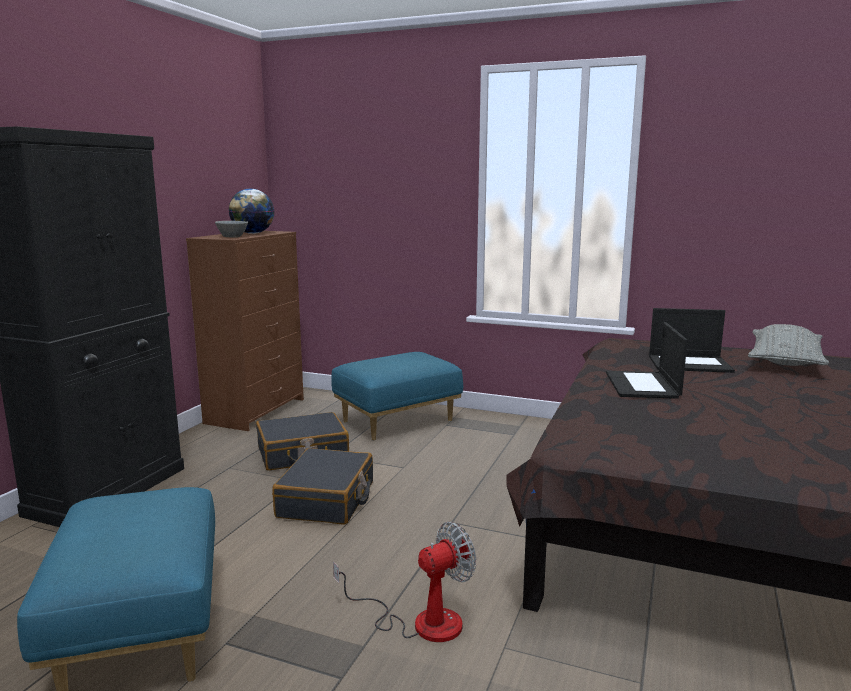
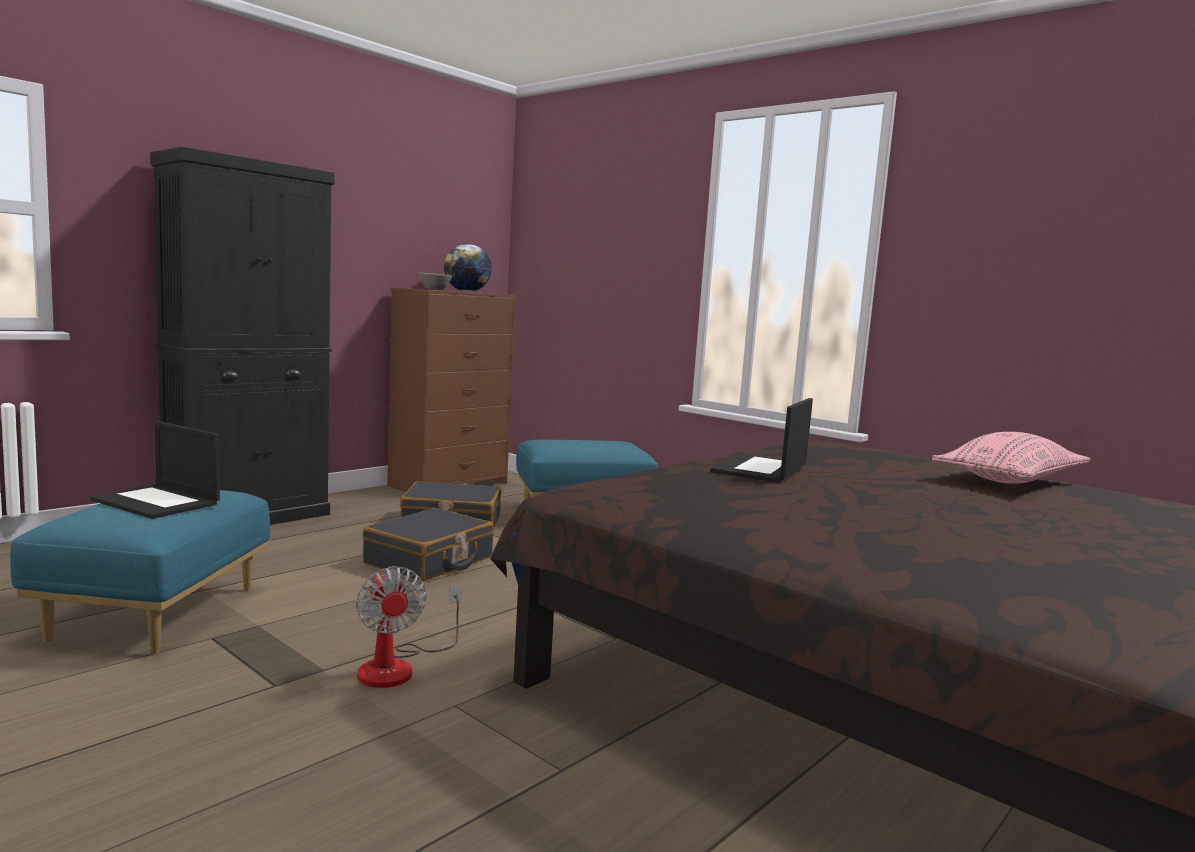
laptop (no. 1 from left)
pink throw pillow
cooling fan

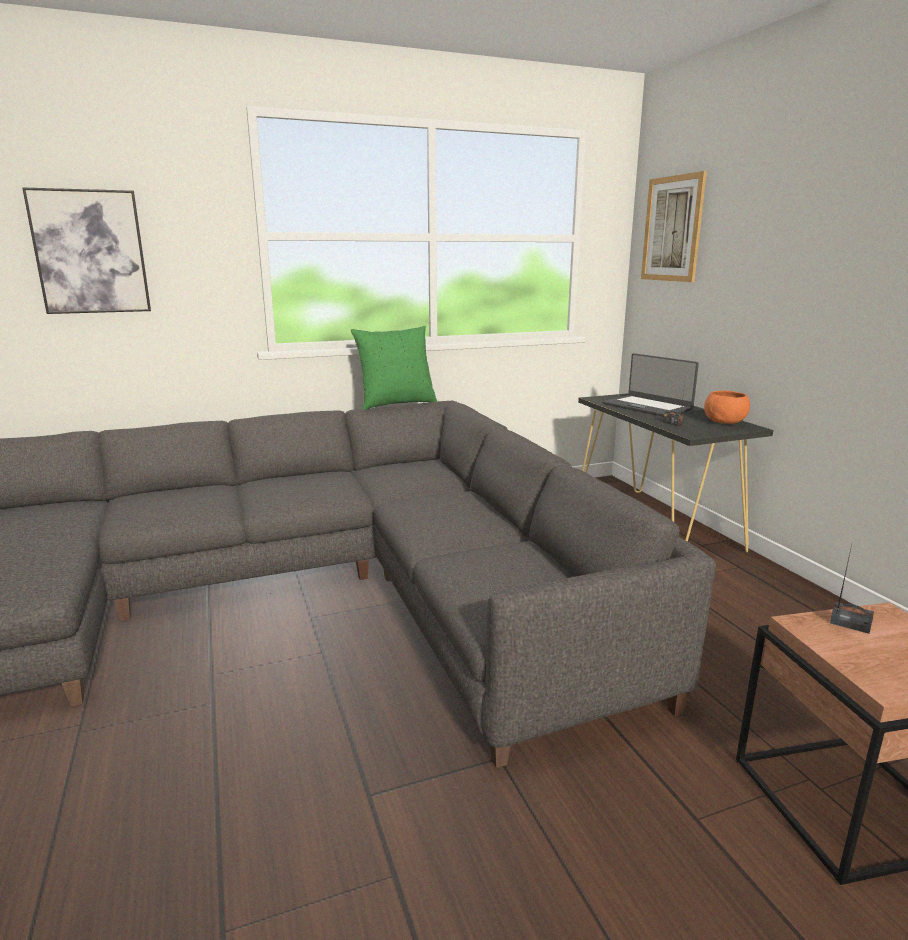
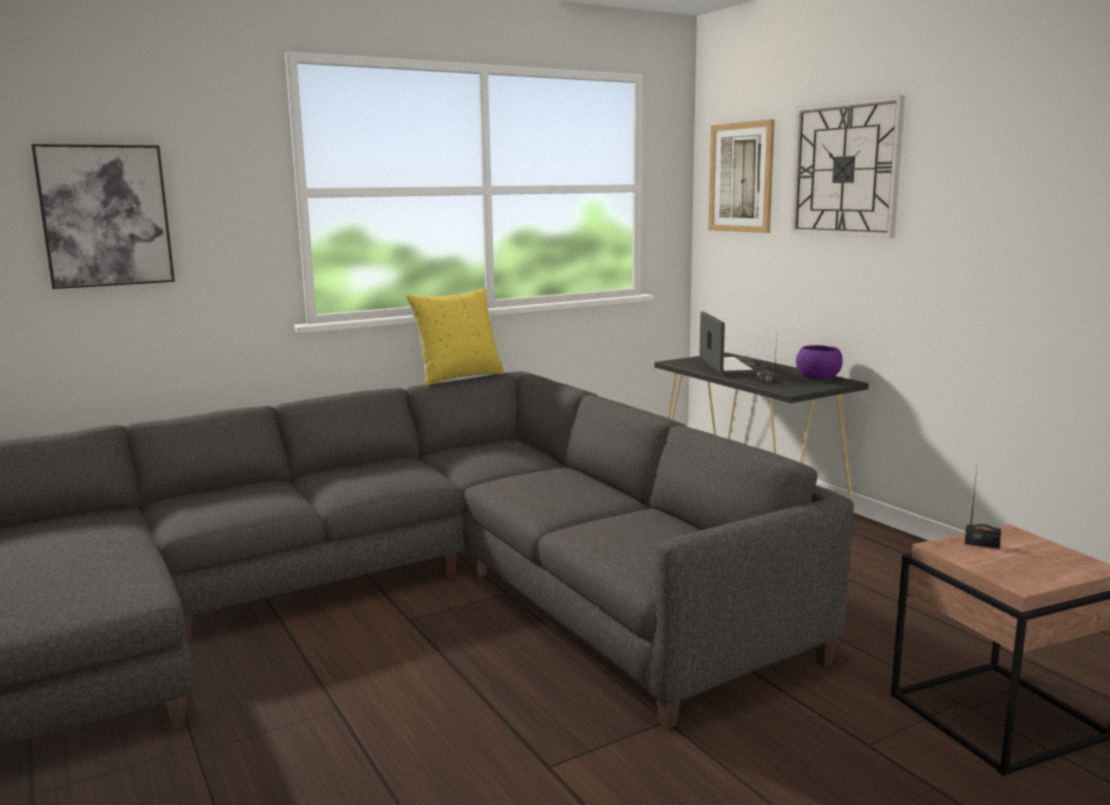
wall clock
yellow-coloured throw pillow
purple-coloured serving bowl
laptop

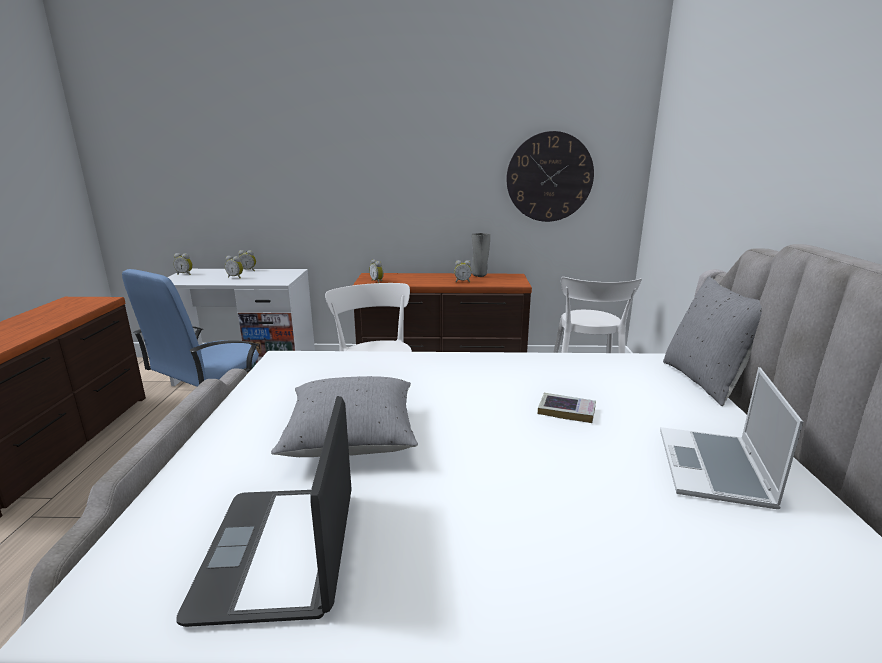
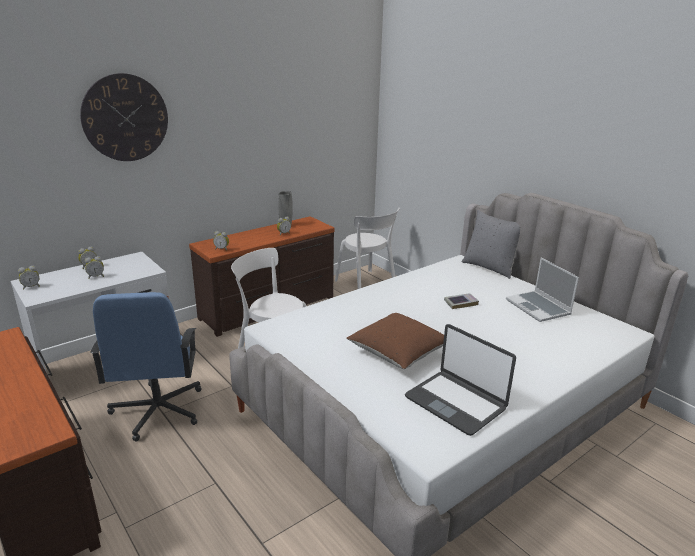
wall clock
brown-coloured throw pillow

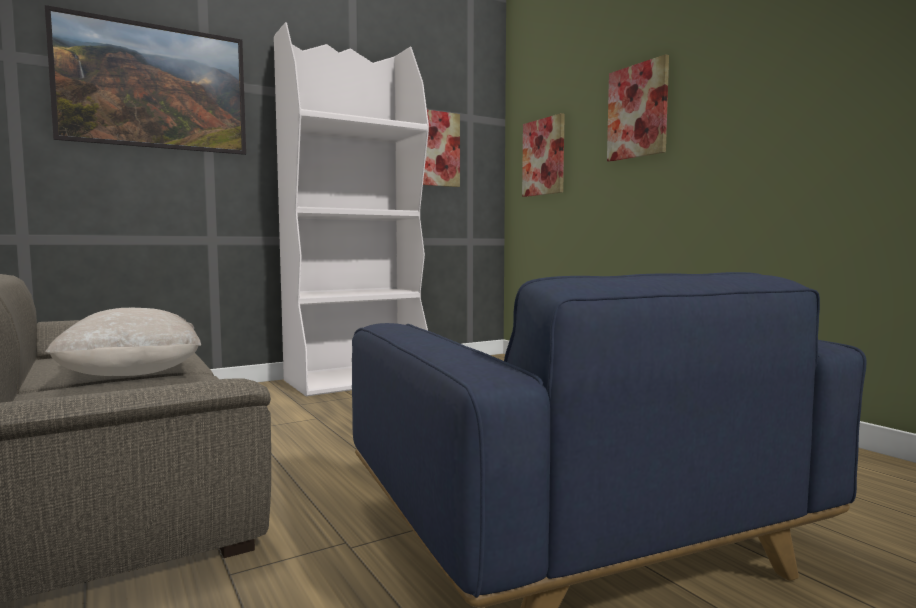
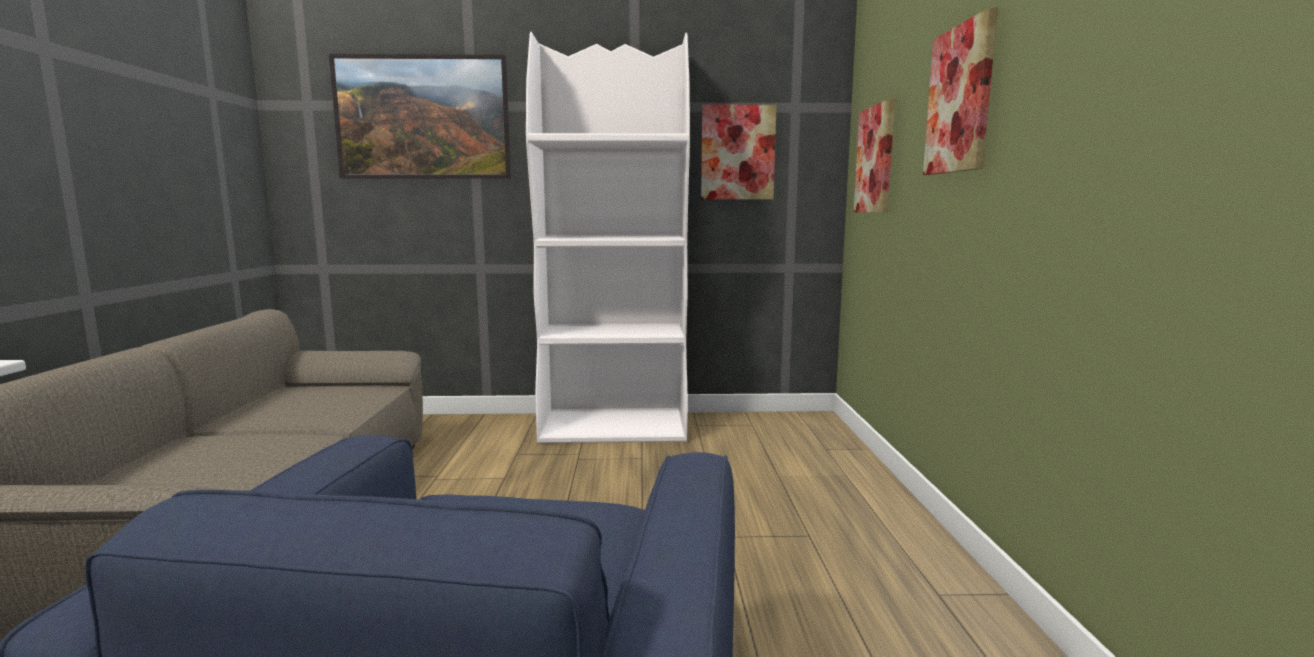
beige-coloured throw pillow

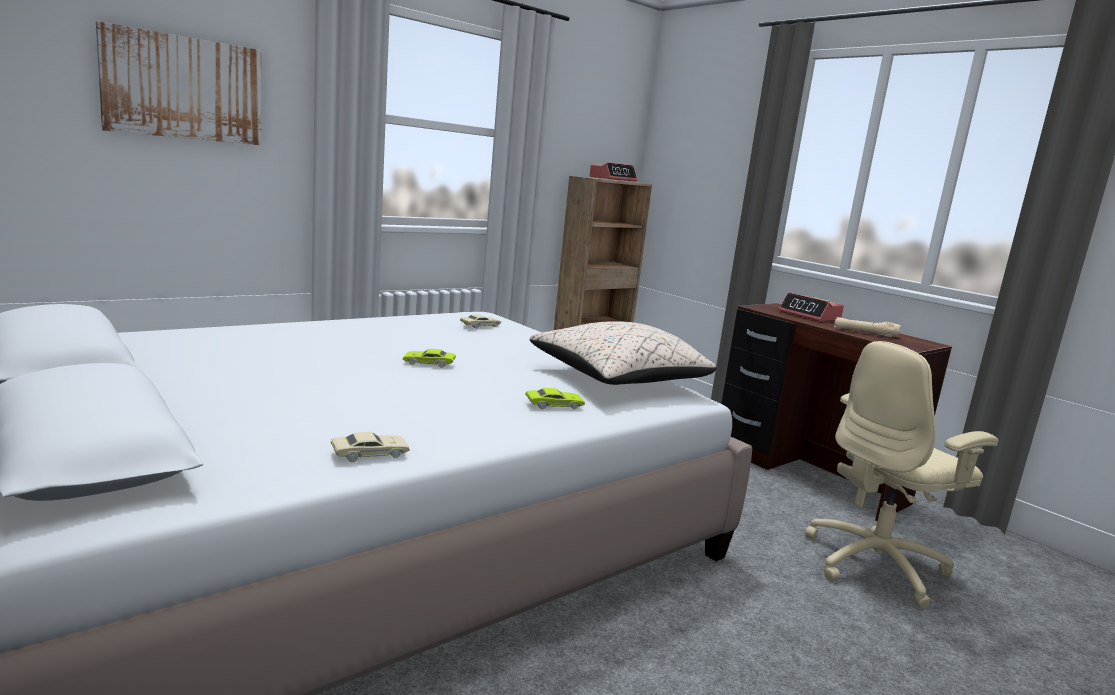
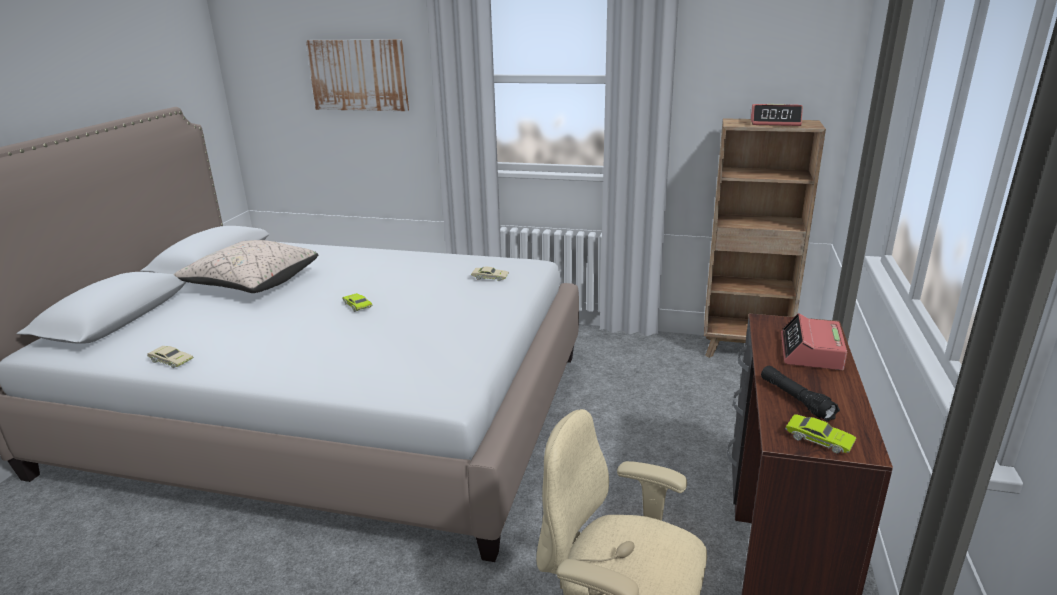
greenish toy car (no. 2 from left)
beige-coloured throw pillow
black-coloured flashlight

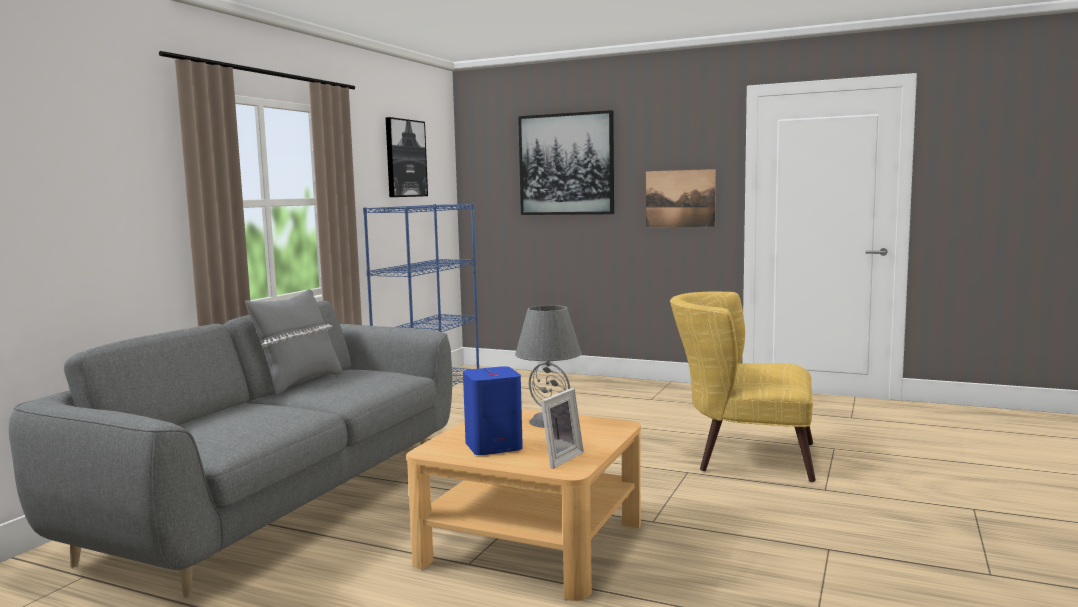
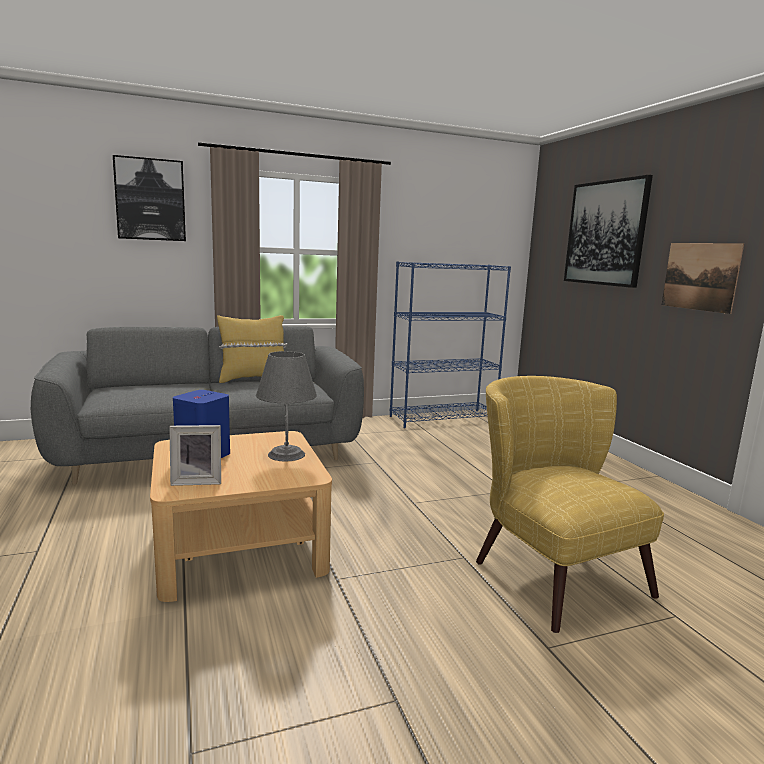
wall picture (no. 1 from left)
yellow-coloured throw pillow

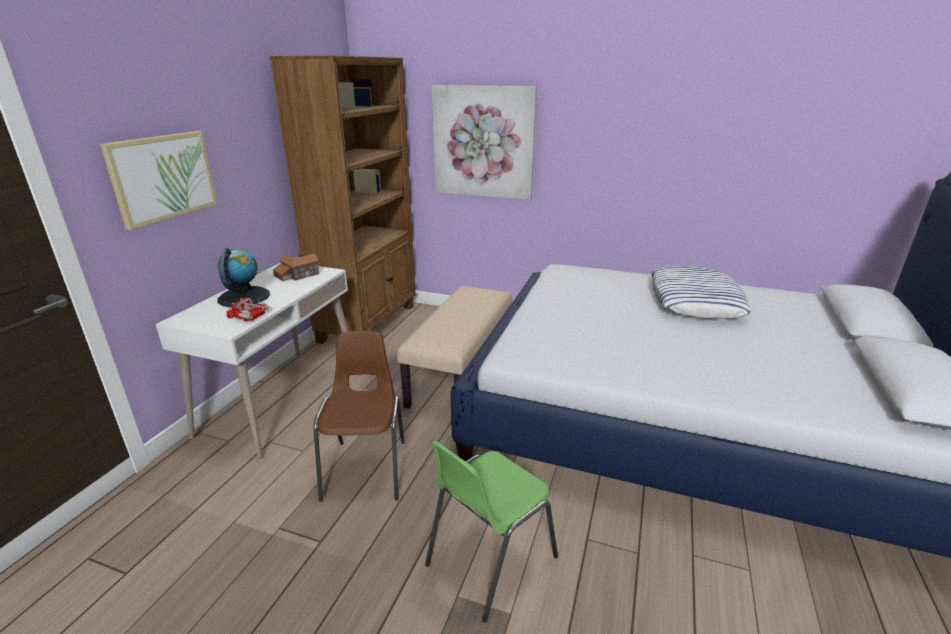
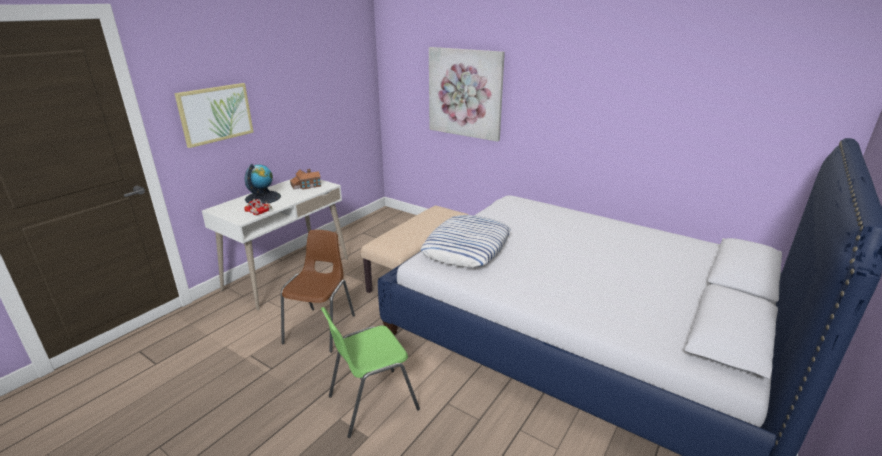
brown-coloured bookshelf
throw pillow

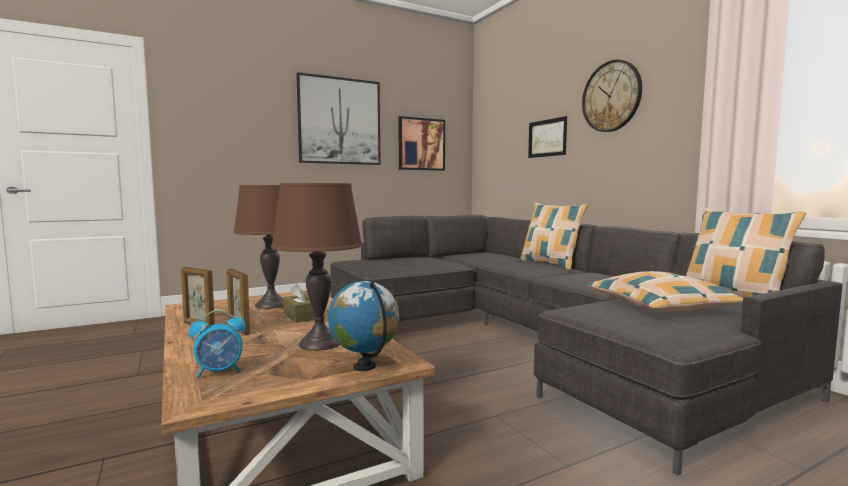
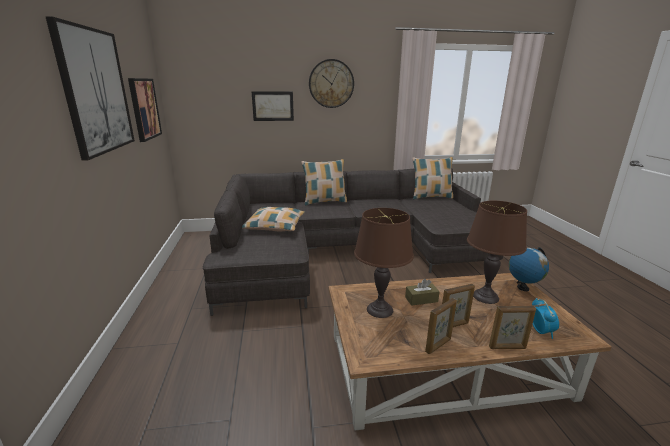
standing frame (no. 3 from left)
throw pillow (no. 1 from left)

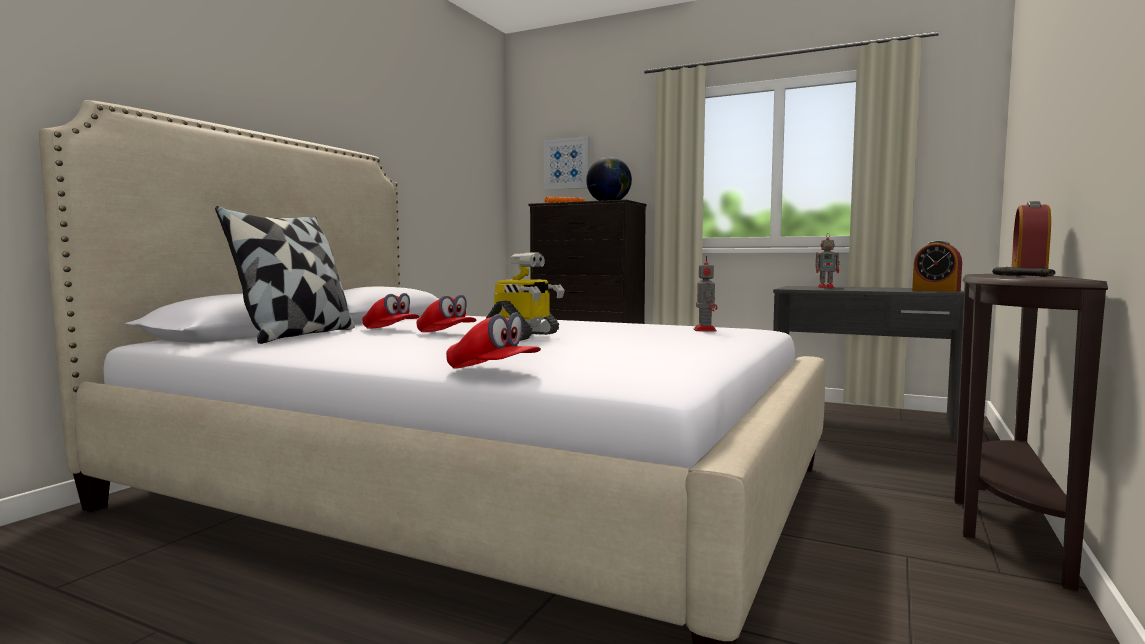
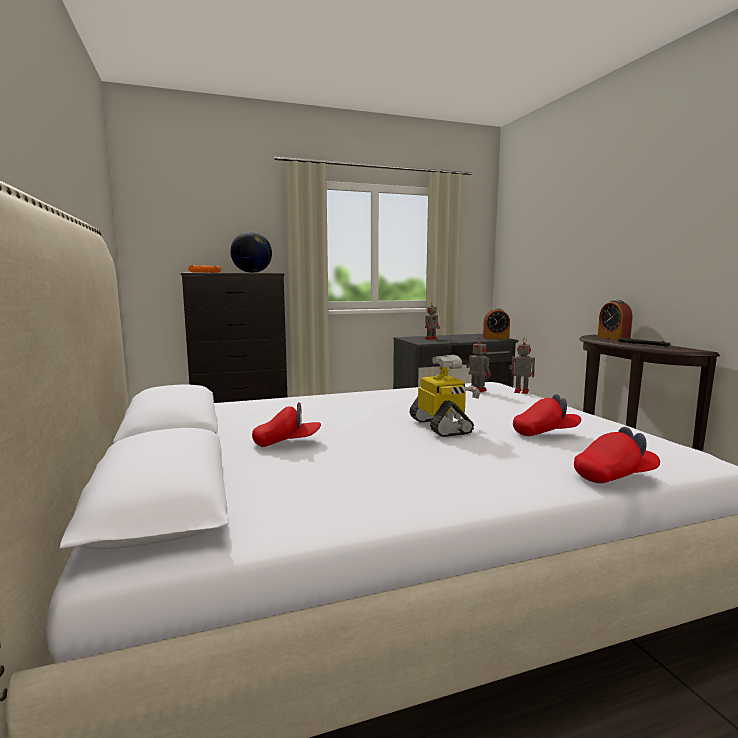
throw pillow
wall picture
toy robot (no. 4 from left)
reddish peaked cap (no. 2 from left)

